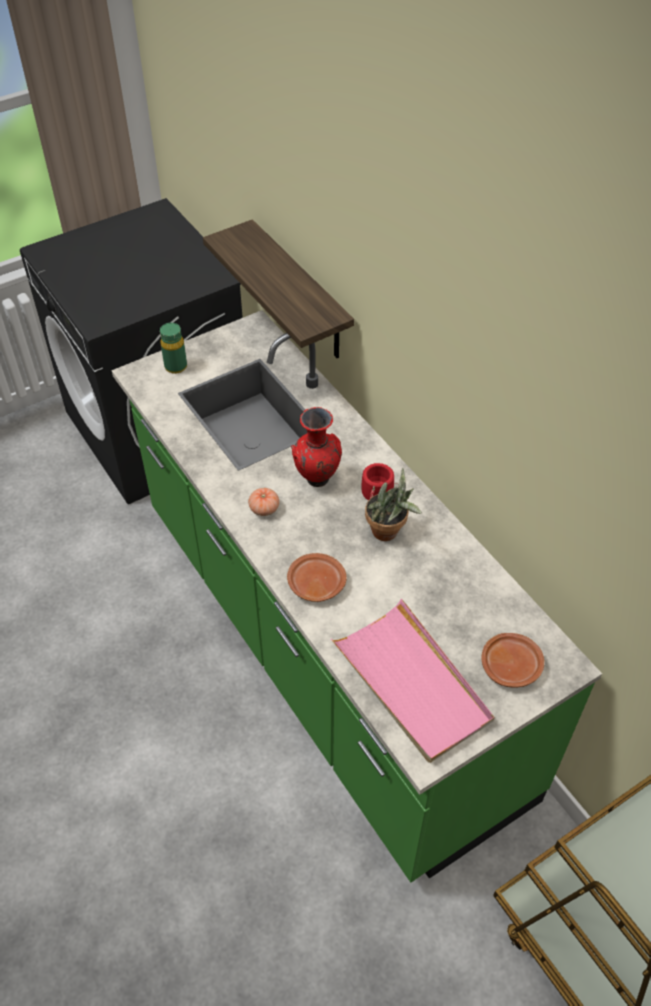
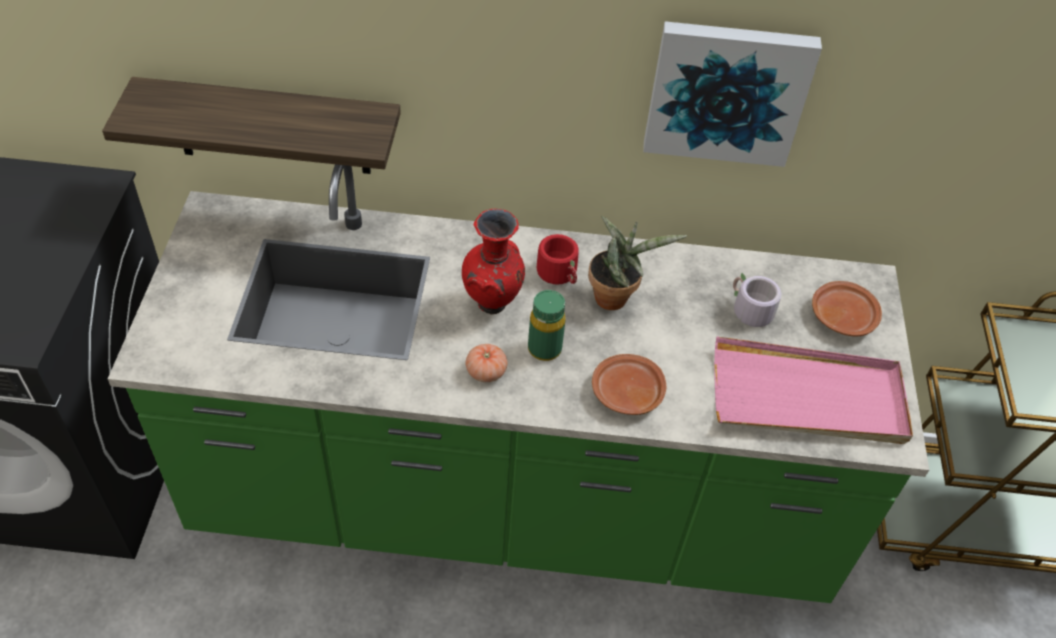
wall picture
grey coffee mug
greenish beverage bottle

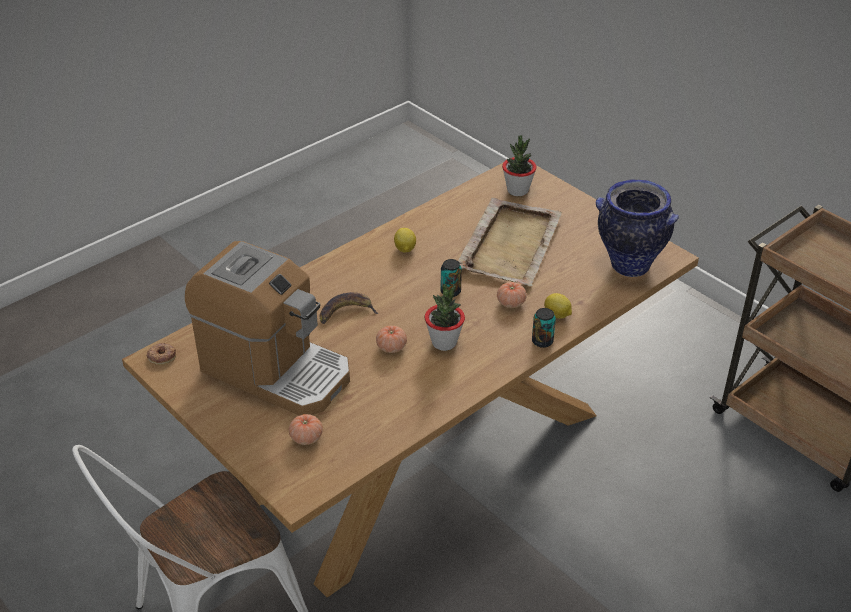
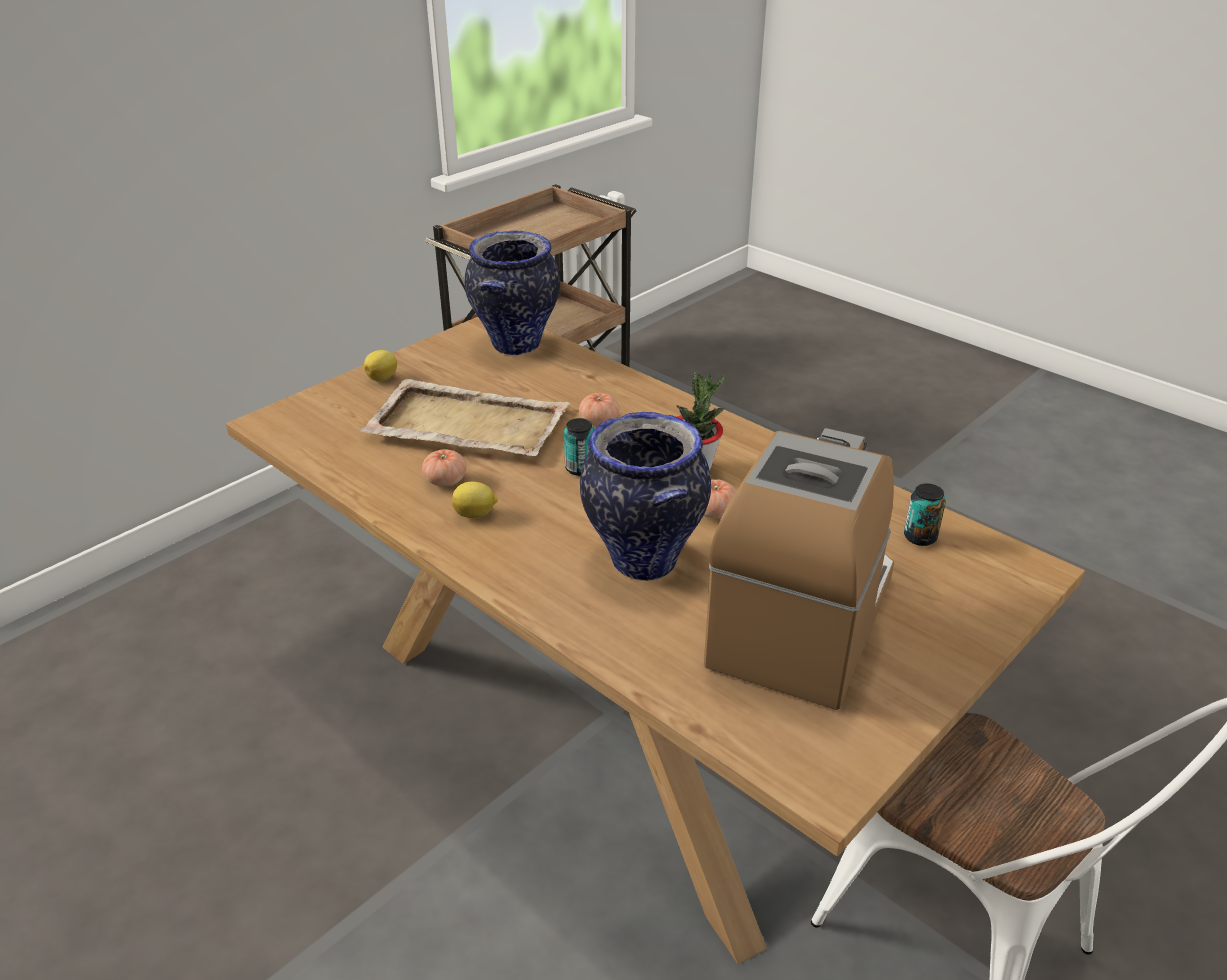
doughnut
houseplant (no. 2 from left in the first image)
fresh tomato (no. 1 from left)
metal can (no. 2 from left)
citrus fruit (no. 1 from left)
decorative vase (no. 2 from left)

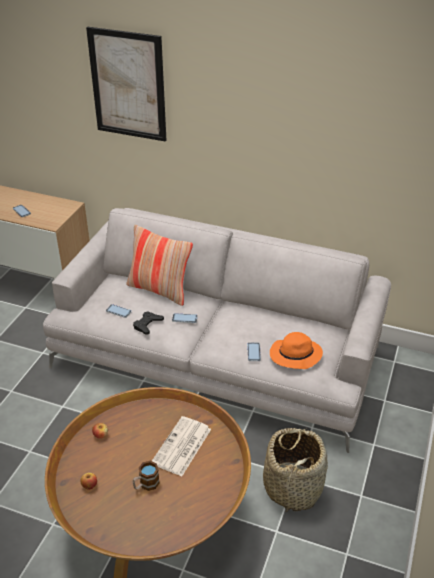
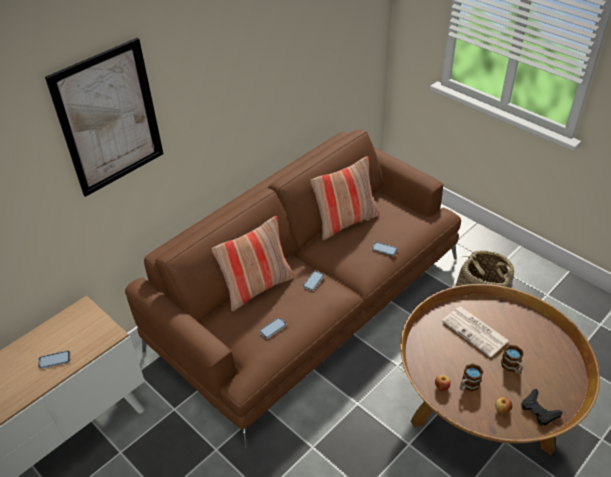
orange hat
throw pillow (no. 2 from left)
coffee mug (no. 1 from left)
black-coloured game controller
brown-coloured couch

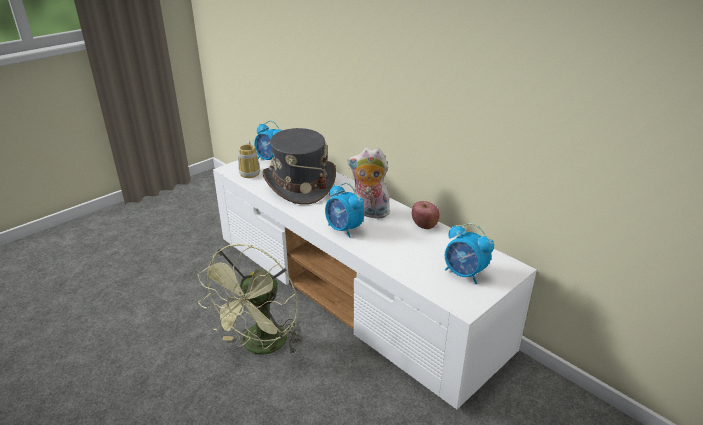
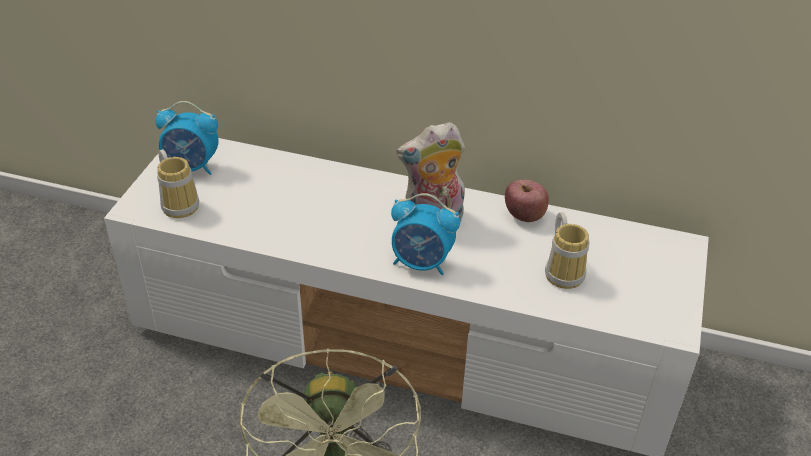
grey hat
alarm clock (no. 3 from left in the first image)
coffee mug (no. 2 from left)

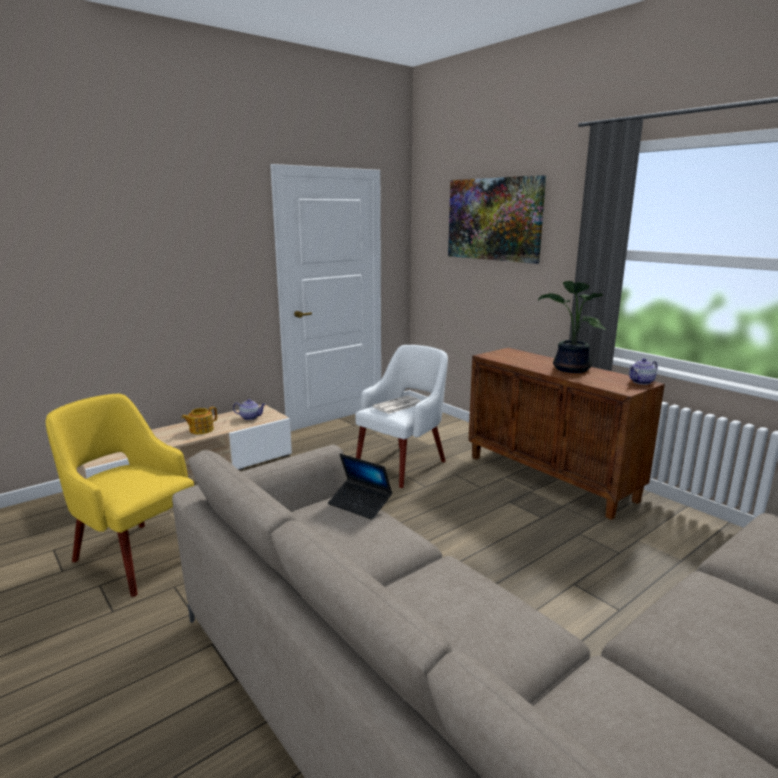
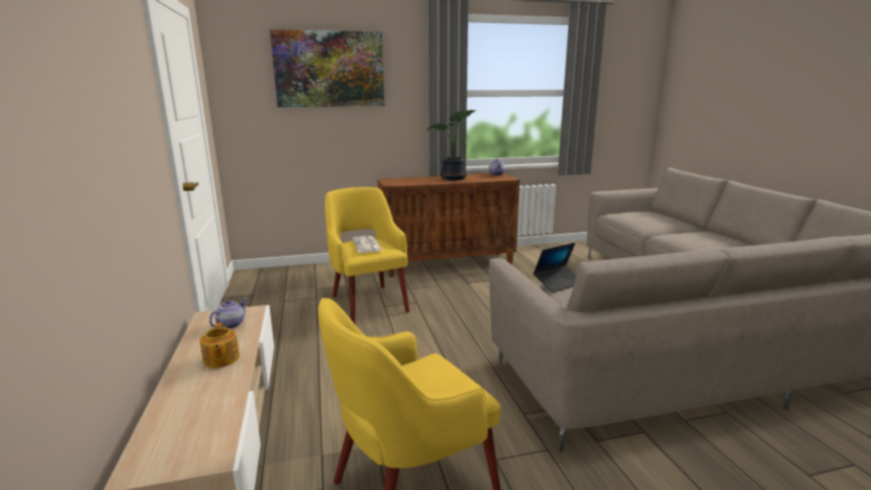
yellow-coloured easy chair (no. 1 from left)

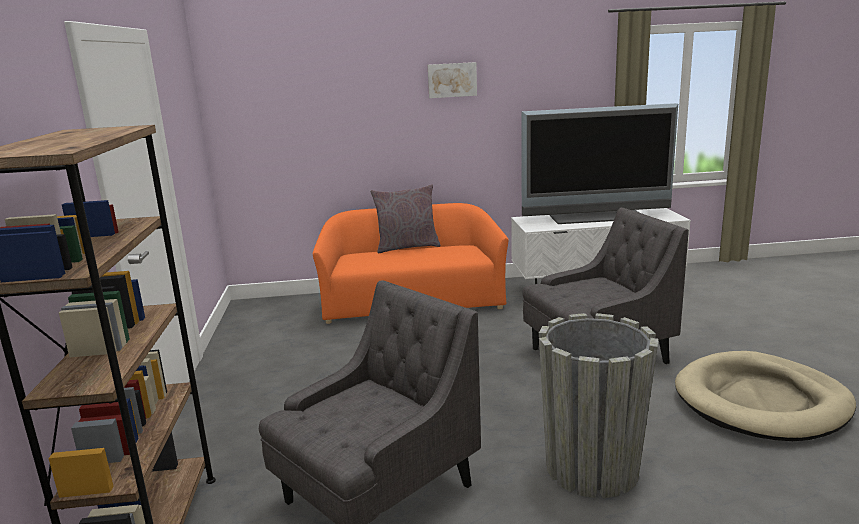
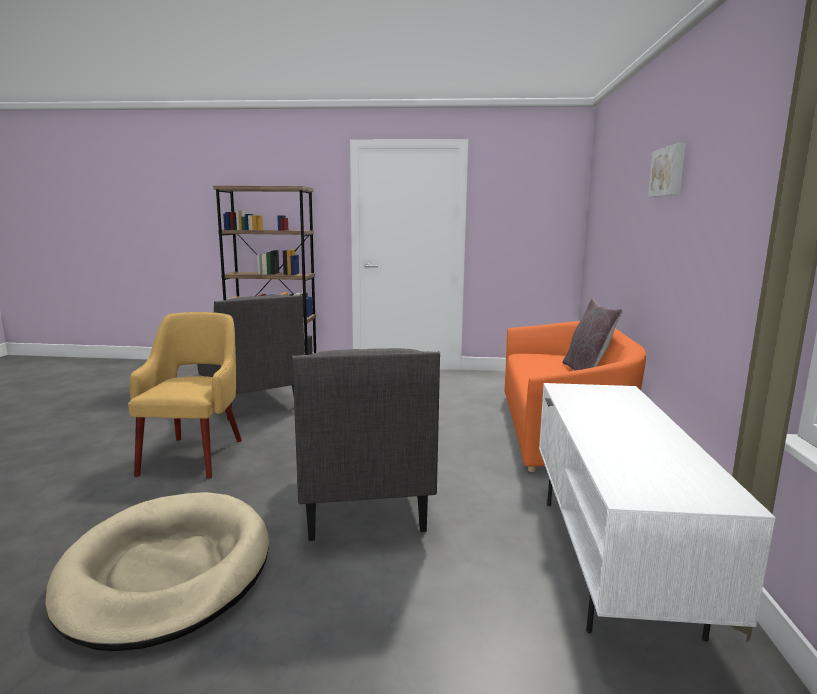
TV
yellow-coloured easy chair

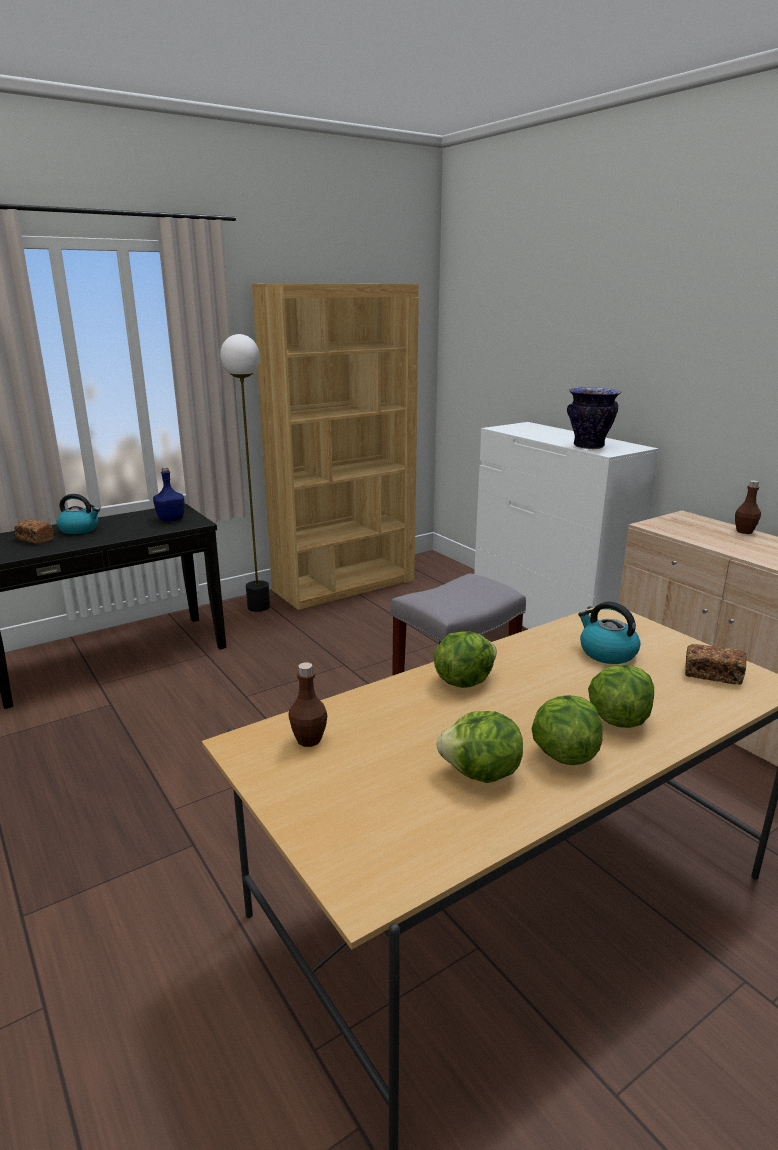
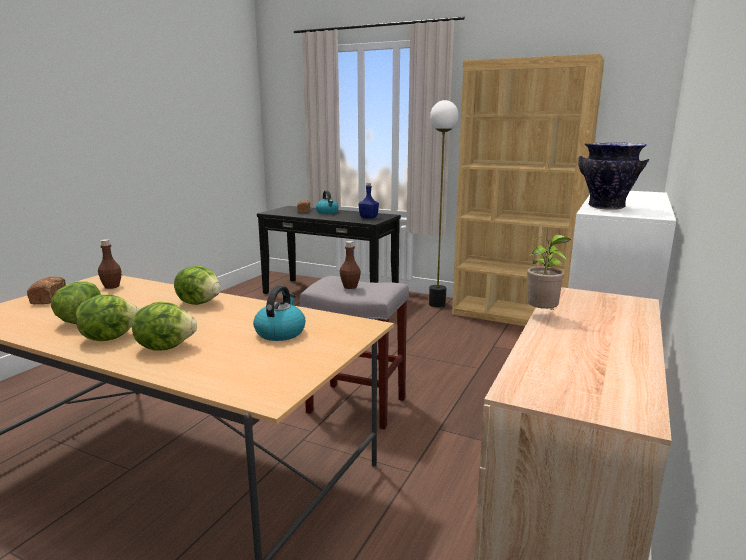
houseplant
baked bread (no. 1 from left)
brown-coloured beverage bottle (no. 2 from left)

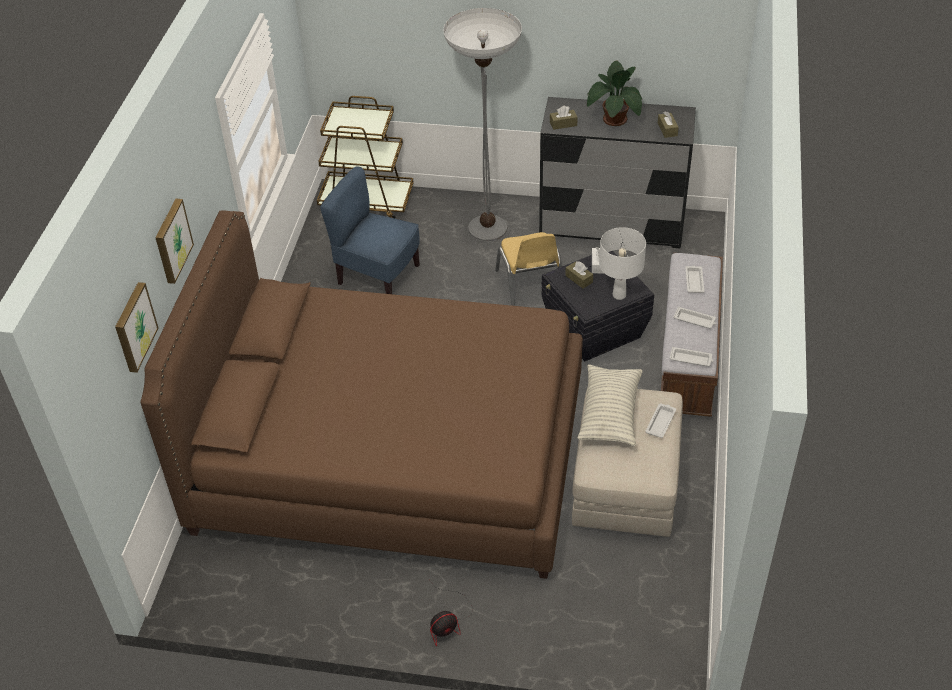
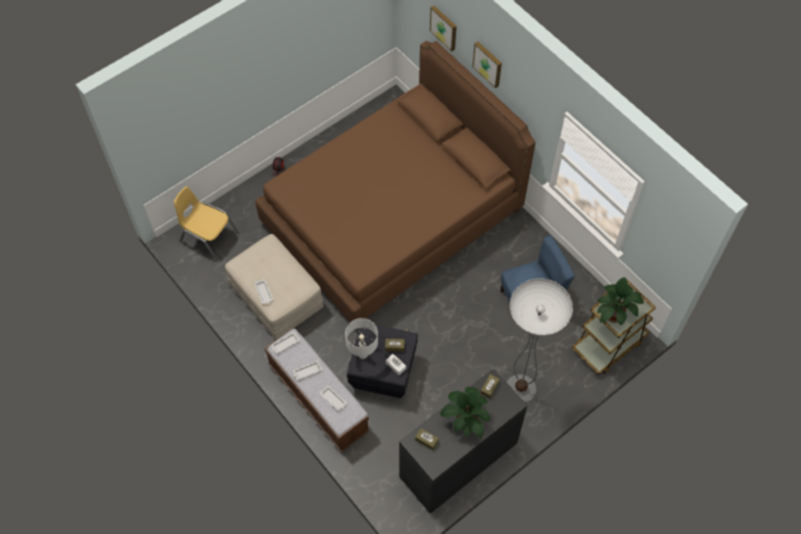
throw pillow
houseplant (no. 2 from left)
yellow-coloured chair

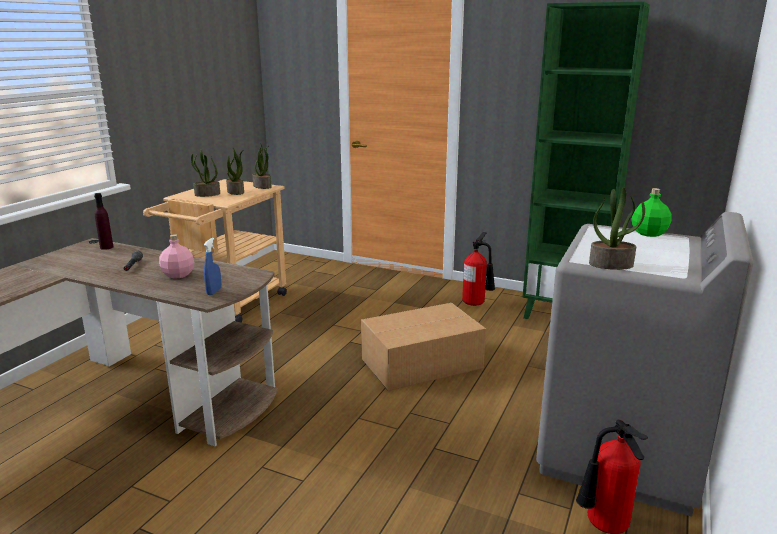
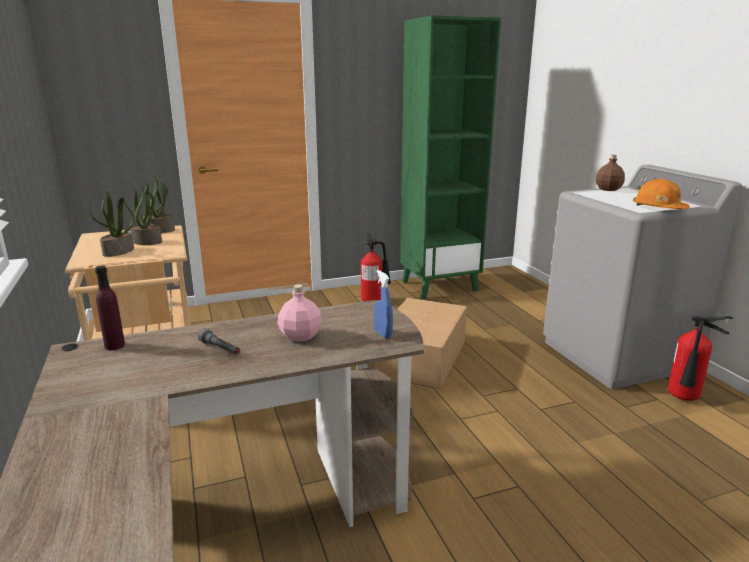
orange hard hat
brown-coloured beverage bottle

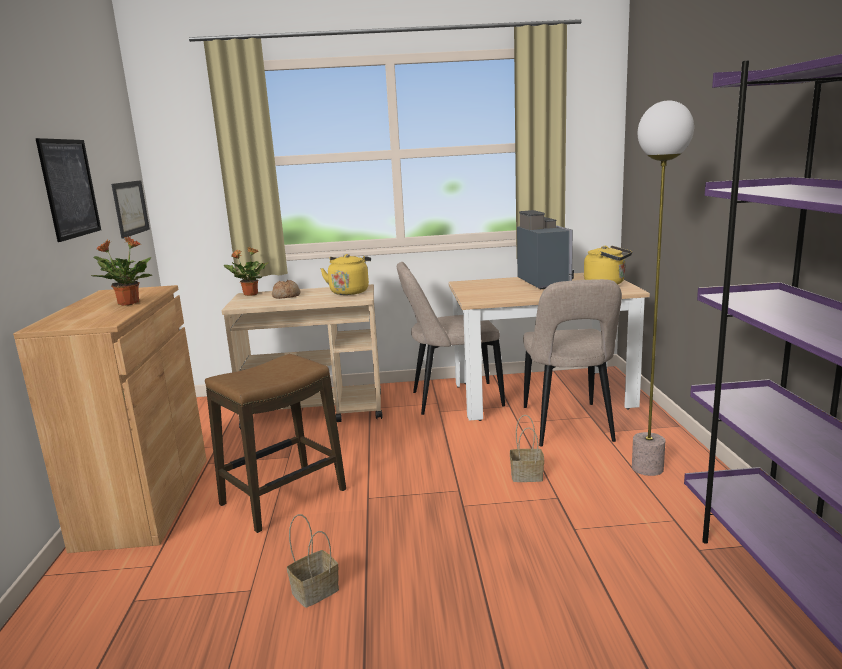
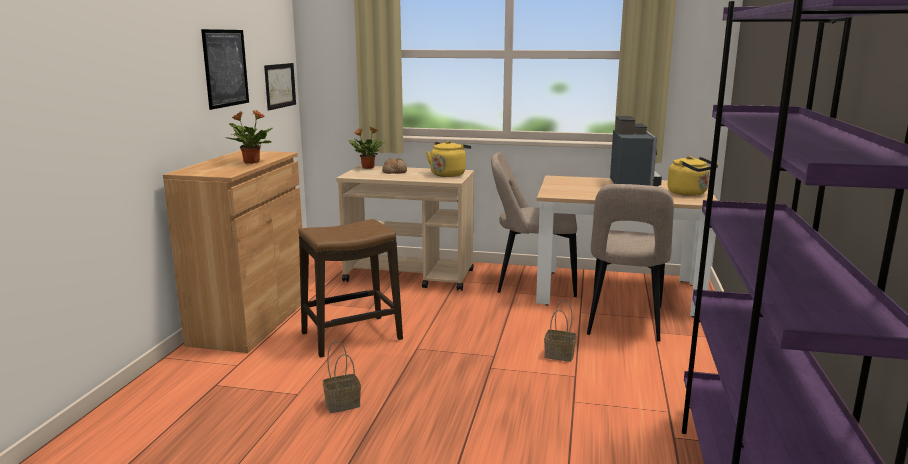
floor lamp

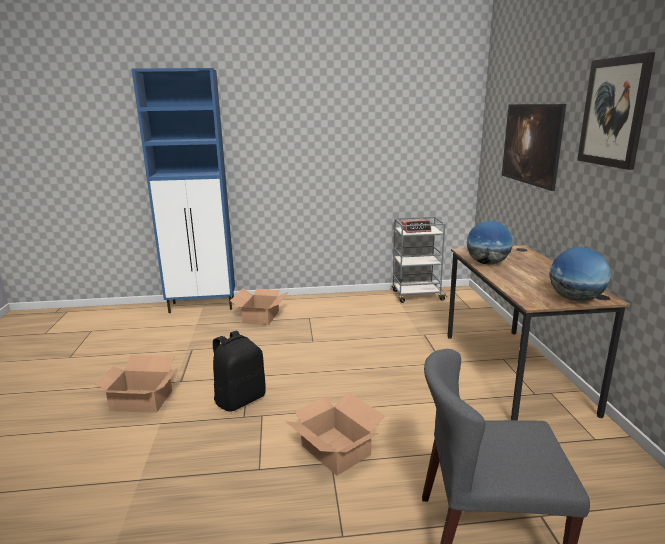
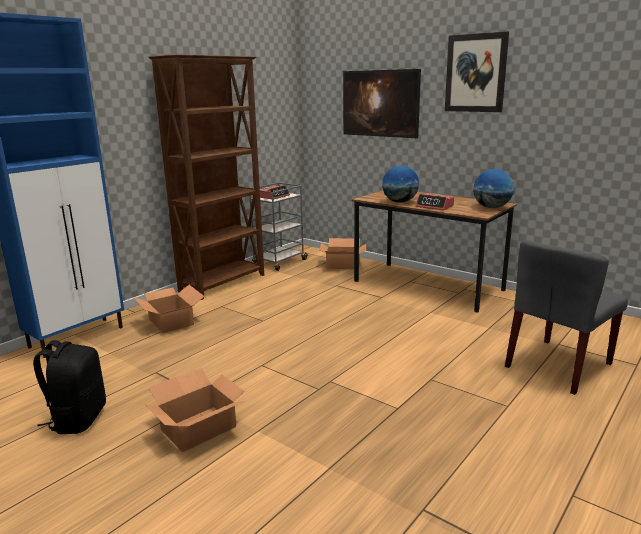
brown-coloured bookshelf
alarm clock (no. 2 from left)
black-coloured rucksack
carton (no. 3 from left)

